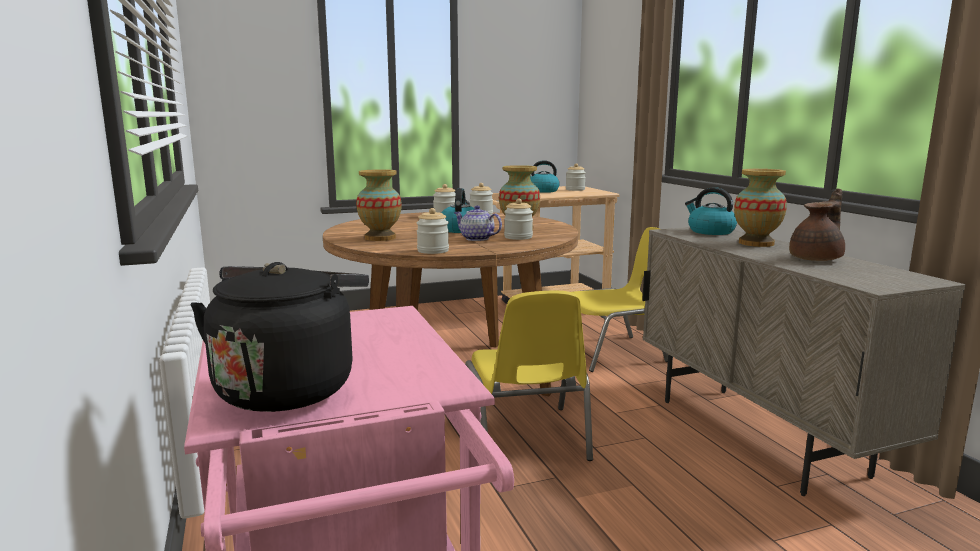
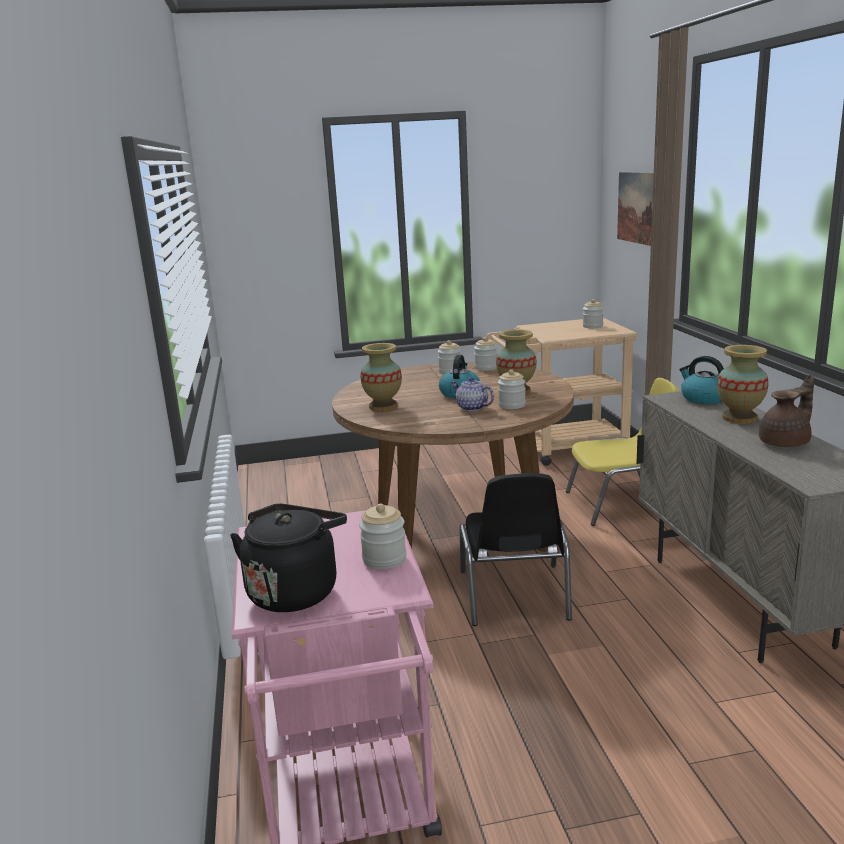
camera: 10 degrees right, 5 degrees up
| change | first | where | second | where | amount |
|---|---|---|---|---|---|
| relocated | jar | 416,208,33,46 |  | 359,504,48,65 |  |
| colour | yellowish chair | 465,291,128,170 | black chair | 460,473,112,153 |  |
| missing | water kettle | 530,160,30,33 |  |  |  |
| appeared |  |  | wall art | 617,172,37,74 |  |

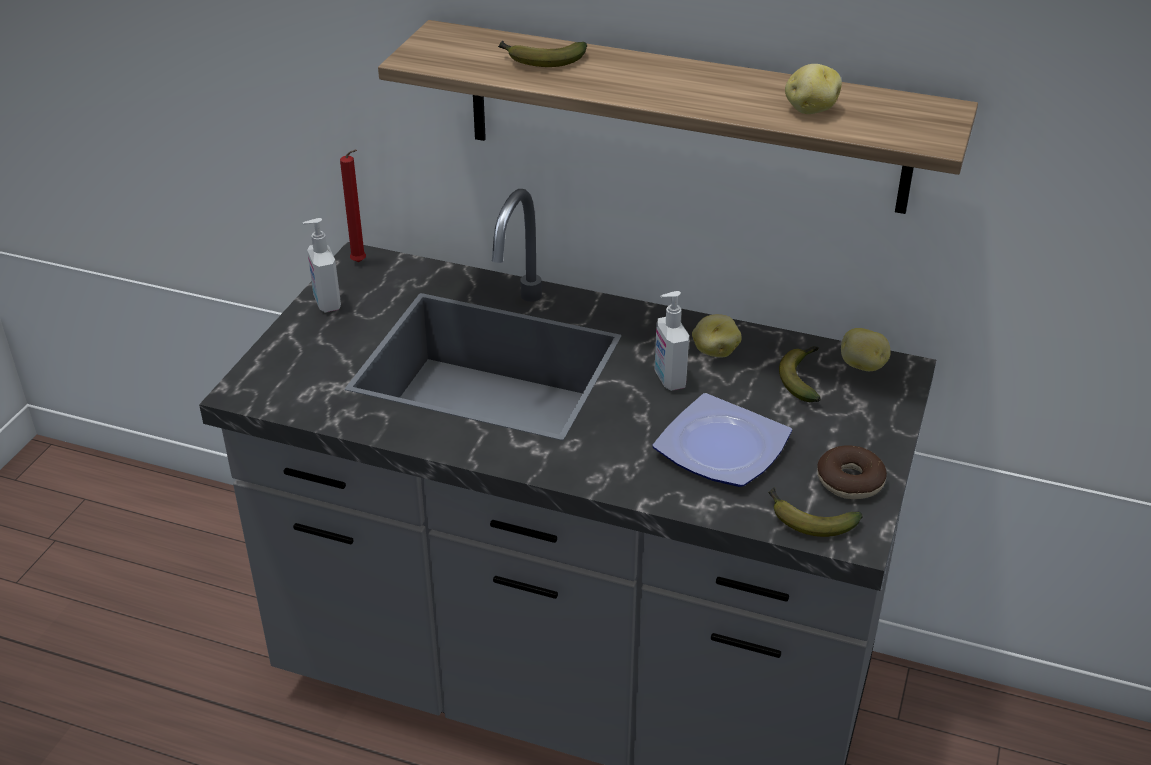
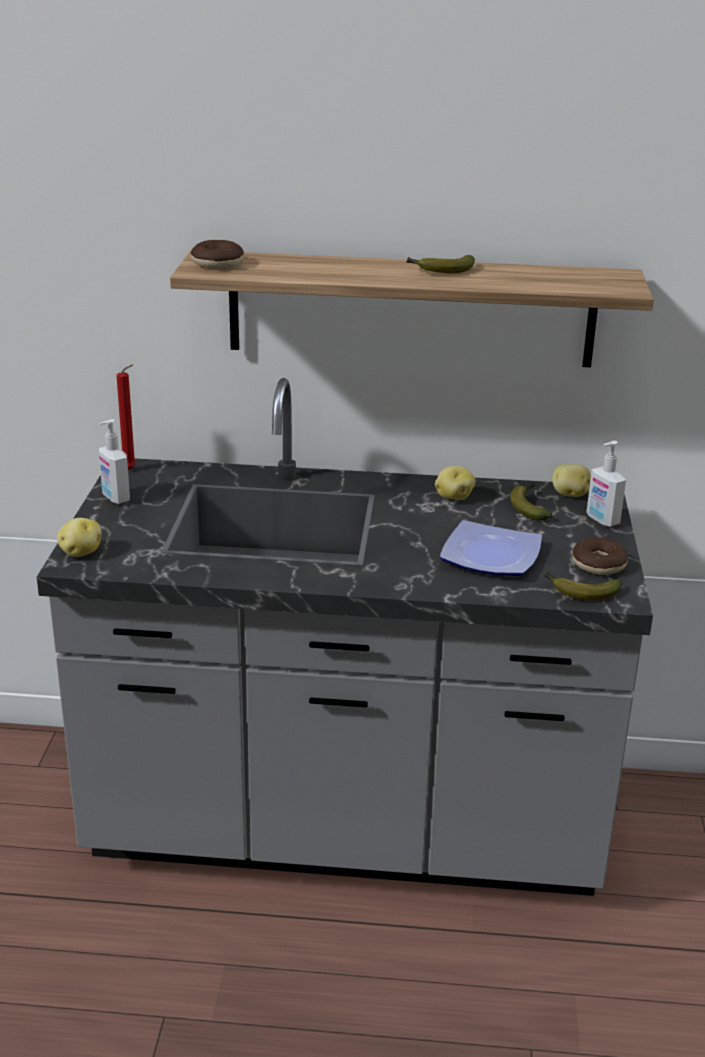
camera: 15 degrees left, 10 degrees down
| change | first | where | second | where | amount |
|---|---|---|---|---|---|
| relocated | whole banana | 498,41,89,26 |  | 406,255,69,18 |  |
| relocated | soap dispenser | 655,291,34,100 |  | 587,441,39,86 |  |
| relocated | spud | 785,64,57,50 |  | 57,518,45,39 |  |
| appeared |  |  | ring doughnut | 191,240,53,29 |  |

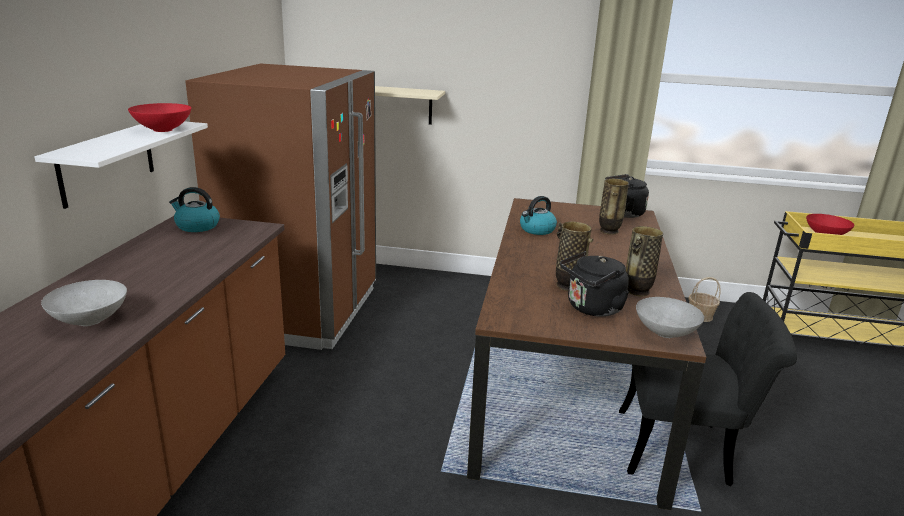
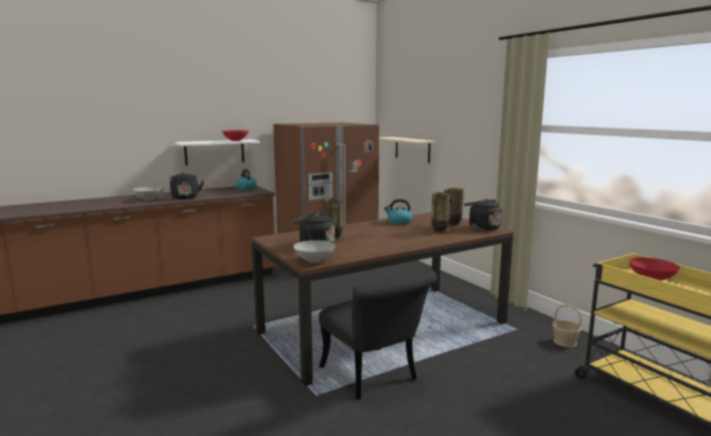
camera: 50 degrees right, 10 degrees down
| change | first | where | second | where | amount |
|---|---|---|---|---|---|
| relocated | vase | 626,226,37,71 |  | 444,188,21,38 |  |
| appeared |  |  | black water kettle | 170,172,34,27 |  |

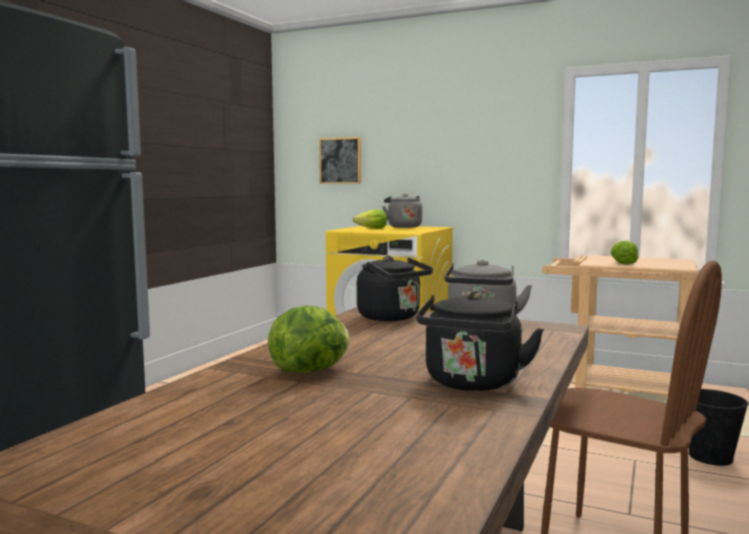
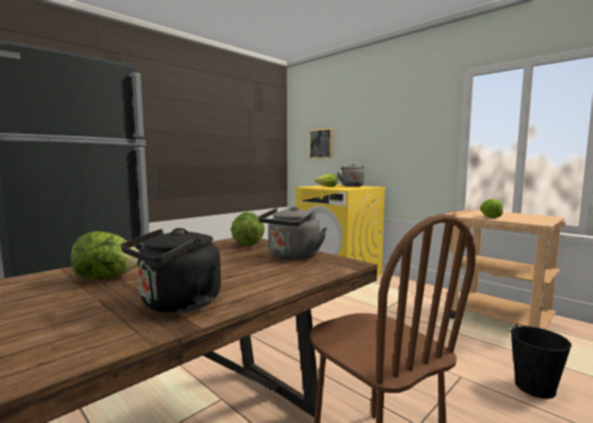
camera: 20 degrees right, 0 degrees up
| change | first | where | second | where | amount |
|---|---|---|---|---|---|
| exchanged | black water kettle | 357,256,76,65 | head of lettuce | 231,212,34,34 |  |

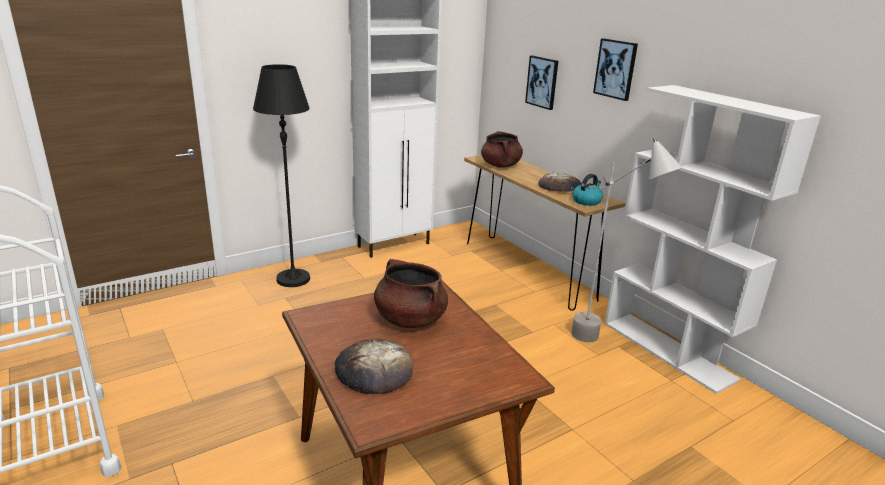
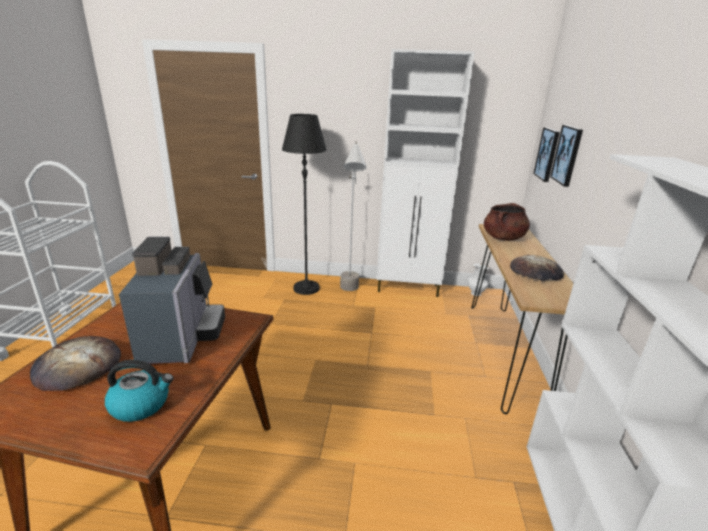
camera: 40 degrees right, 0 degrees up
| change | first | where | second | where | amount |
|---|---|---|---|---|---|
| exchanged | brown-coloured stockpot | 374,259,74,69 | coffee machine | 119,237,106,127 |  |
| relocated | grey standard lamp | 571,137,112,205 |  | 340,141,27,150 |  |
| relocated | water kettle | 572,174,31,32 |  | 105,360,69,62 |  |
| relocated | wall art | 593,38,45,63 |  | 533,127,27,55 |  |
| appeared |  |  | white-coloured vase | 468,263,21,33 |  |

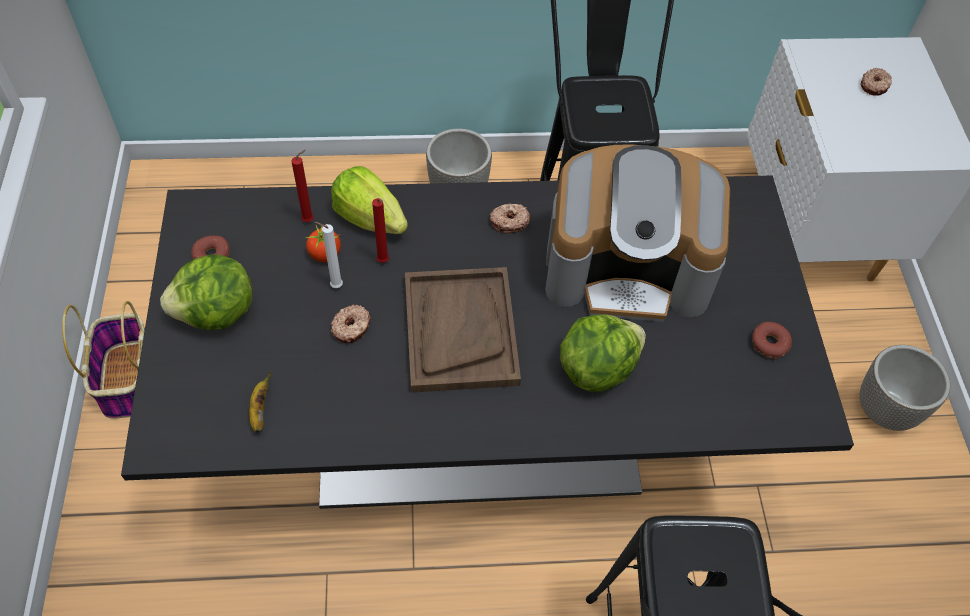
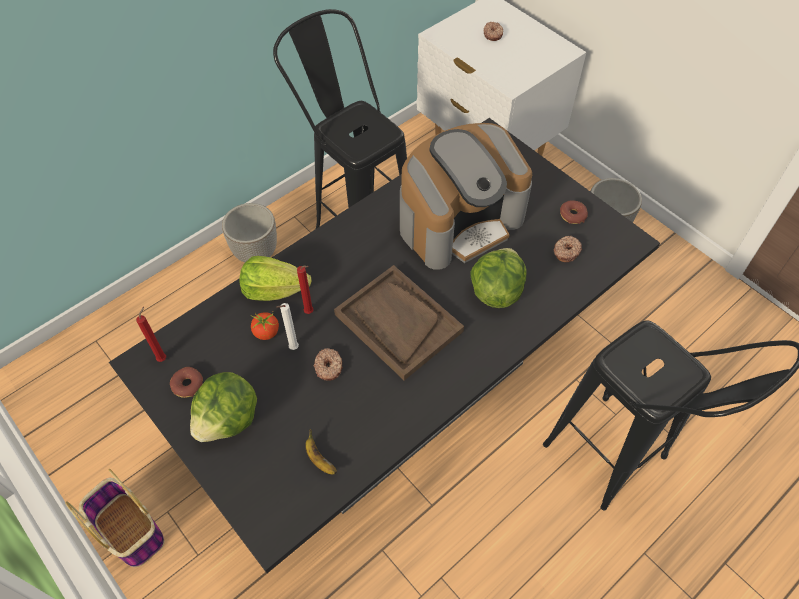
camera: 35 degrees left, 0 degrees up
| change | first | where | second | where | amount |
|---|---|---|---|---|---|
| relocated | red candle | 292,149,22,73 |  | 136,307,30,55 |  |
| relocated | ring doughnut | 490,203,40,30 |  | 553,236,29,26 |  |

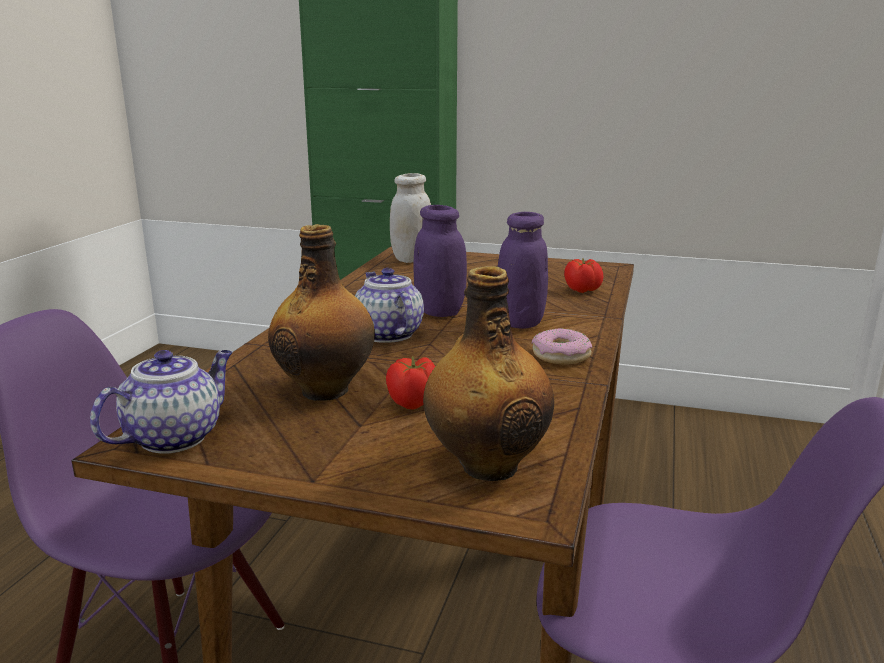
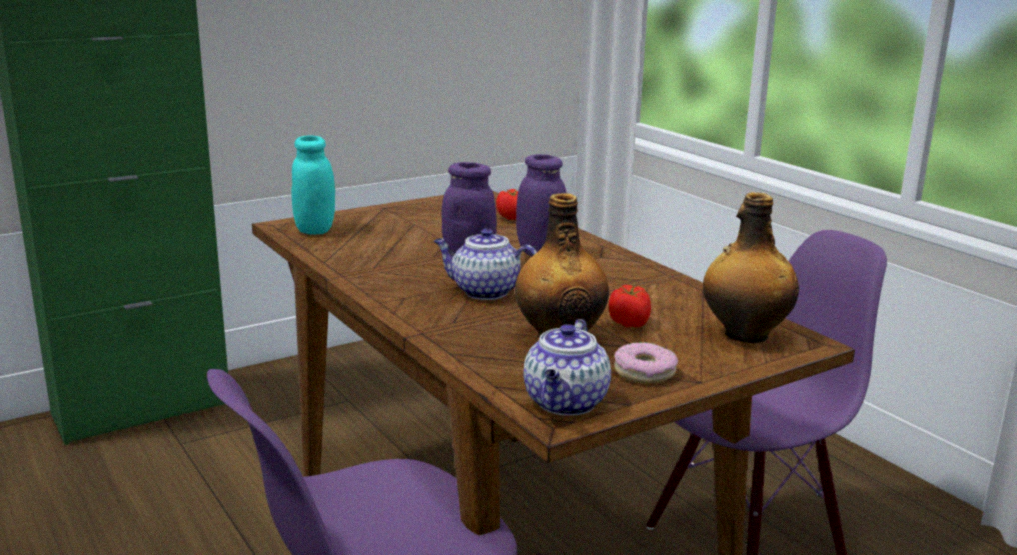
camera: 50 degrees left, 0 degrees up
| change | first | where | second | where | amount |
|---|---|---|---|---|---|
| spun | pot for tea | 90,350,143,104 |  | 524,319,87,97 | 150 degrees counterclockwise |
| colour | white-coloured jar | 390,173,41,90 | blue-green jar | 291,135,44,99 |  |
| relocated | ring doughnut | 532,328,60,37 |  | 614,342,64,42 |  |

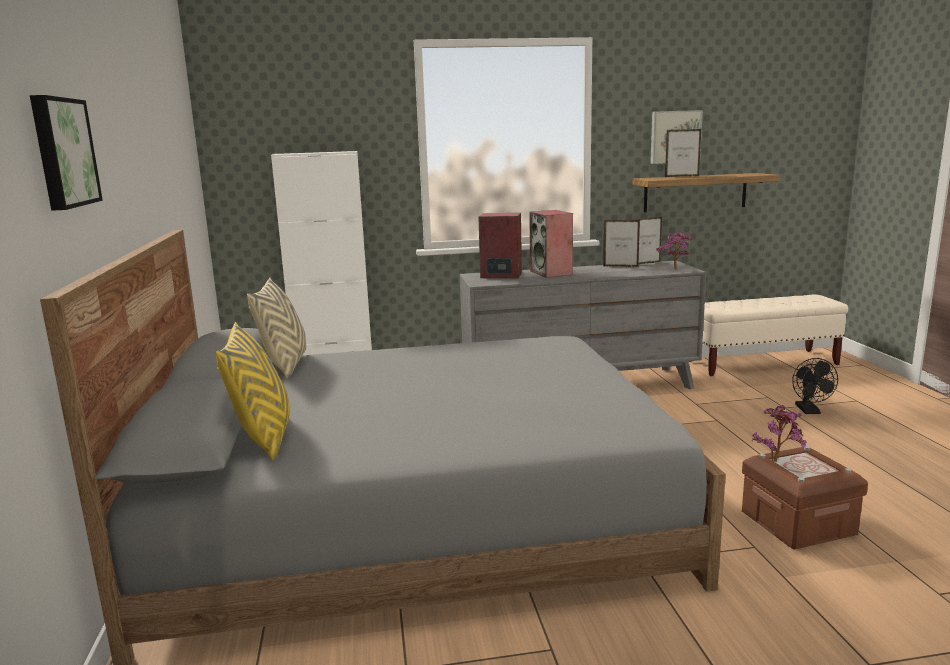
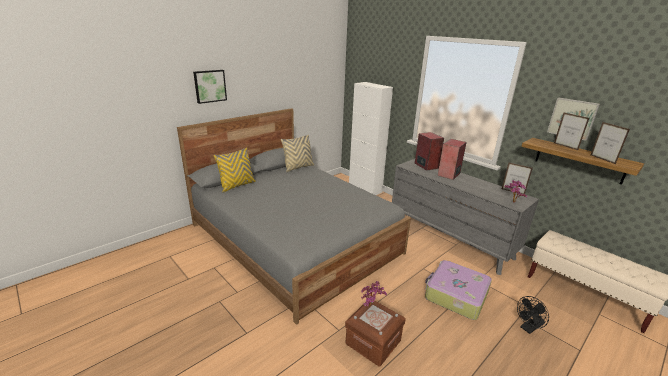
camera: 55 degrees right, 10 degrees up
| change | first | where | second | where | amount |
|---|---|---|---|---|---|
| relocated | photo frame | 603,220,37,47 |  | 591,122,39,42 |  |
| appeared |  |  | travel case | 425,260,67,60 |  |

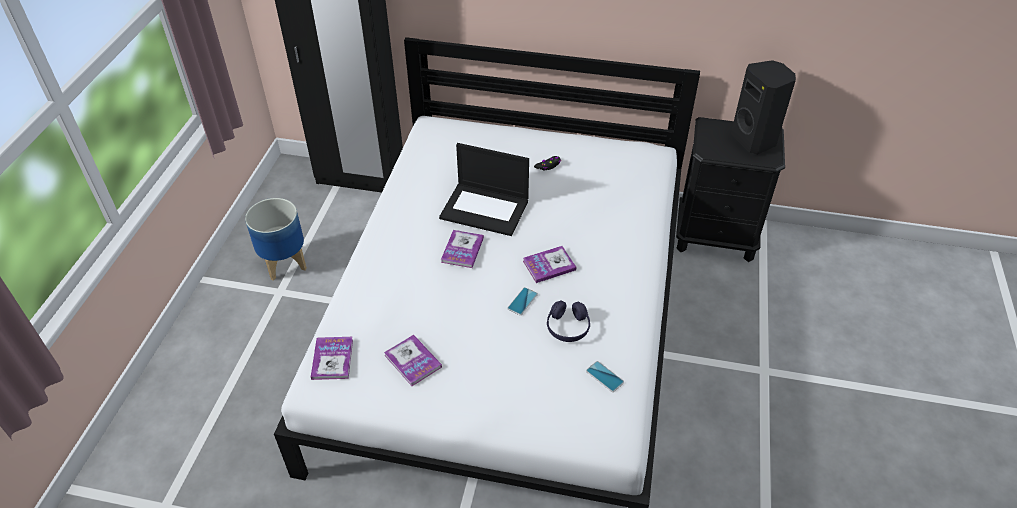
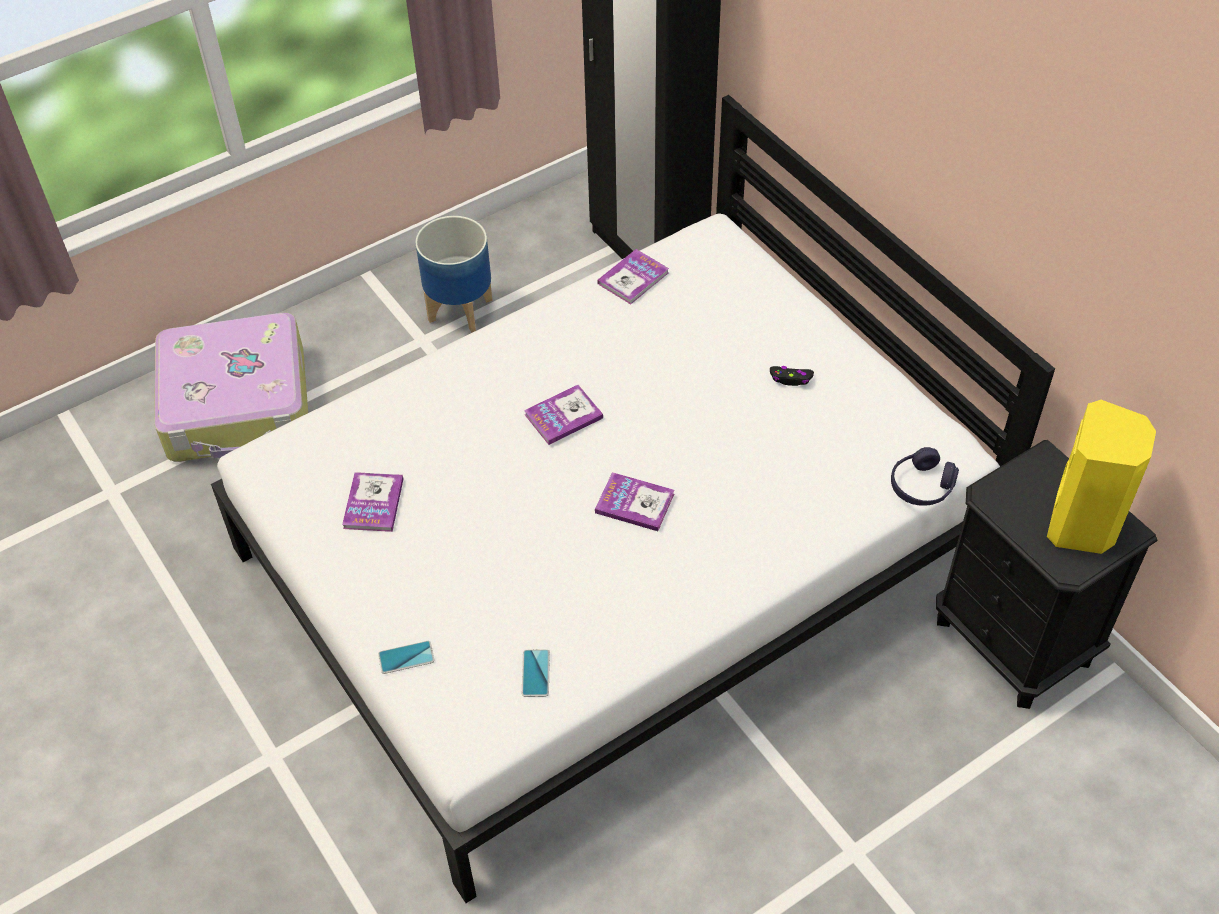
camera: 45 degrees right, 5 degrees up
| change | first | where | second | where | amount |
|---|---|---|---|---|---|
| relocated | volume | 311,337,42,43 |  | 597,249,72,55 |  |
| missing | laptop | 439,143,90,93 |  |  |  |
| relocated | telephone | 507,287,31,28 |  | 378,641,56,33 |  |
| relocated | purplish pair of headphones | 547,301,43,41 |  | 891,447,68,59 |  |
| colour | black loudspeaker | 731,60,65,94 | yellowish loudspeaker | 1047,400,109,154 |  |
| appeared |  |  | travel case | 155,313,153,149 |  |

